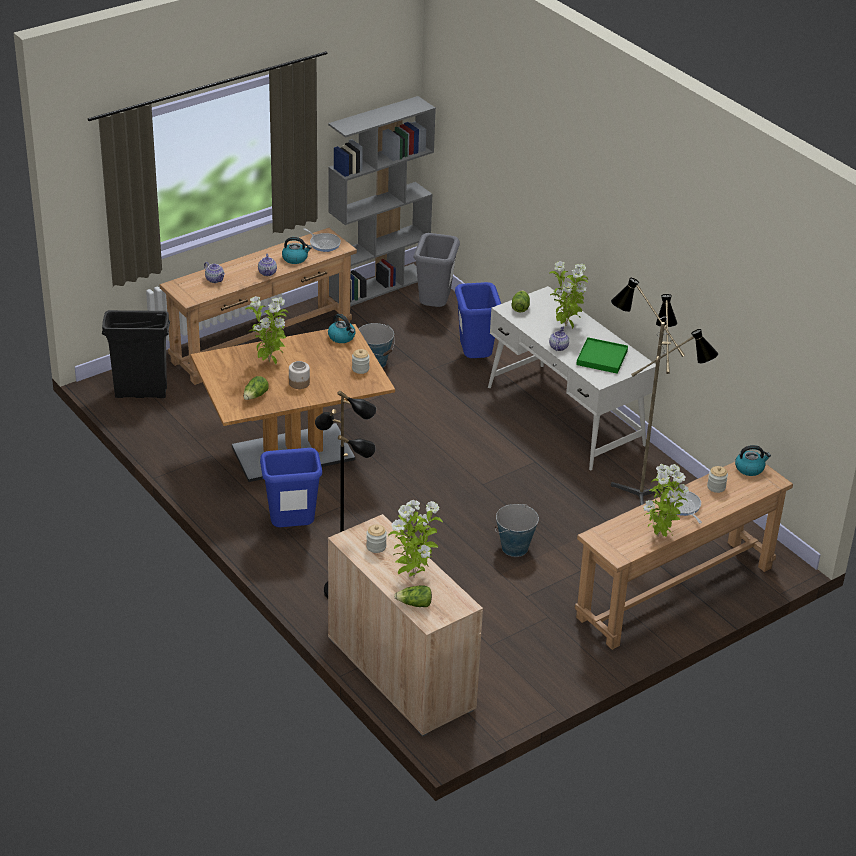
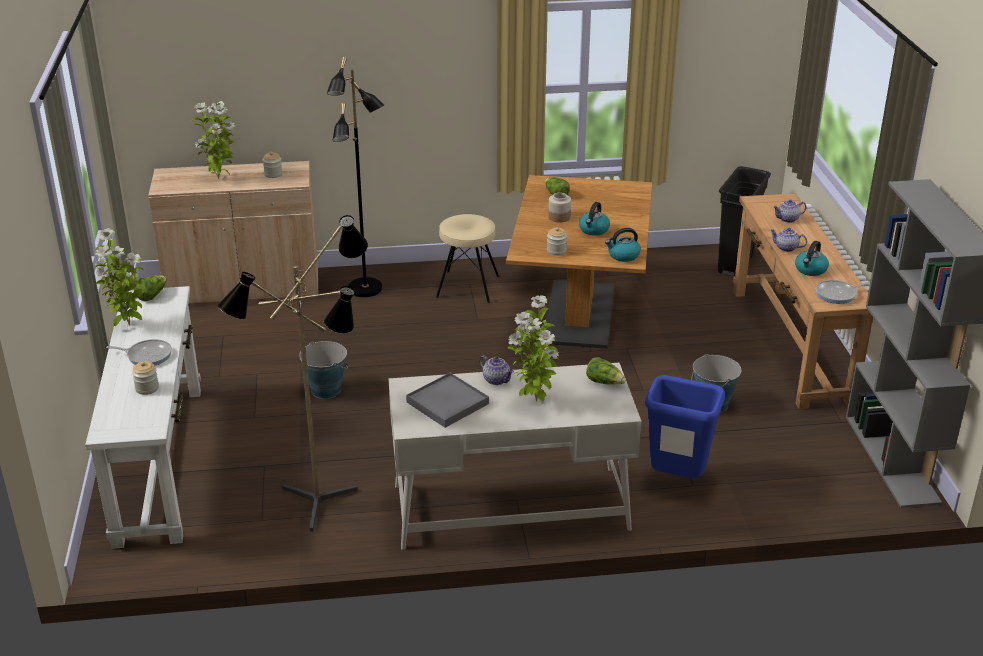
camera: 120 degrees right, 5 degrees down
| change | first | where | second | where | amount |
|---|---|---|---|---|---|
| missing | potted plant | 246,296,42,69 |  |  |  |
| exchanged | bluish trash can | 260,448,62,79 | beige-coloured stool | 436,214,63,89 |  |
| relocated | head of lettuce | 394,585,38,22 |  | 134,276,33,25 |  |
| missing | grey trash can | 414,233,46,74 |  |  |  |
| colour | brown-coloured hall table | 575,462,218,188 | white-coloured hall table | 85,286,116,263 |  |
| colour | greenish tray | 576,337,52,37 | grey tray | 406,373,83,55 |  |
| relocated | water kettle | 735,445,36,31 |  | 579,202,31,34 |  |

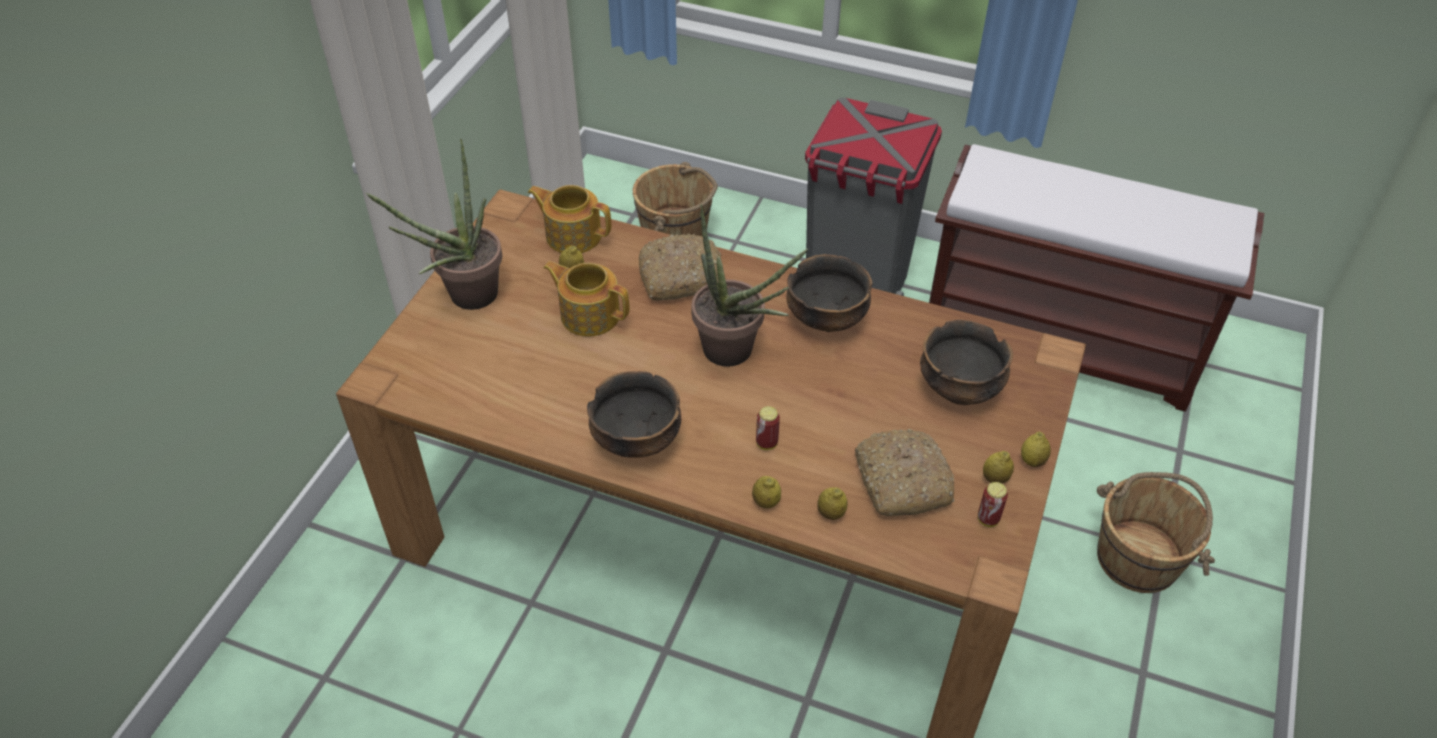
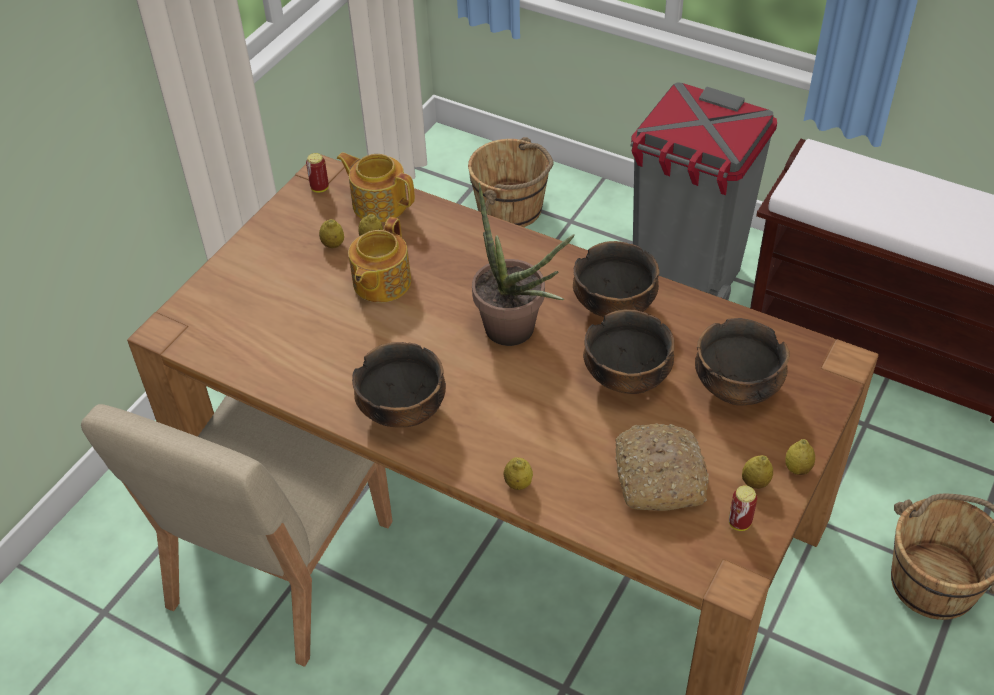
camera: 10 degrees right, 0 degrees up
| change | first | where | second | where | amount |
|---|---|---|---|---|---|
| missing | potted plant | 366,139,136,171 |  |  |  |
| spun | pot for tea | 543,261,86,75 |  | 348,217,63,86 | 105 degrees counterclockwise |
| missing | bakery bread | 639,234,84,67 |  |  |  |
| relocated | sealed can | 756,406,24,44 |  | 306,153,23,40 |  |
| relocated | citrus fruit | 817,487,31,33 |  | 319,219,25,29 |  |
| appeared |  |  | beige-coloured chair | 81,395,312,272 |  |
| appeared |  |  | deep dish | 583,309,91,85 |  |

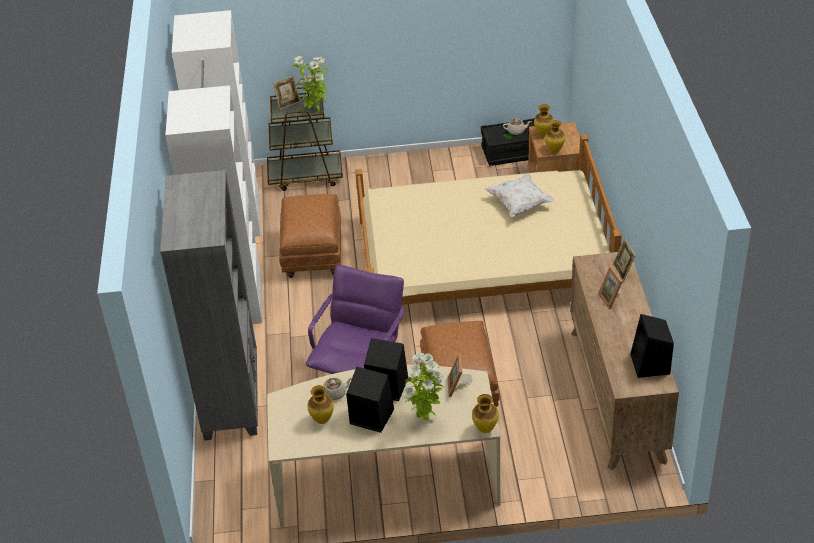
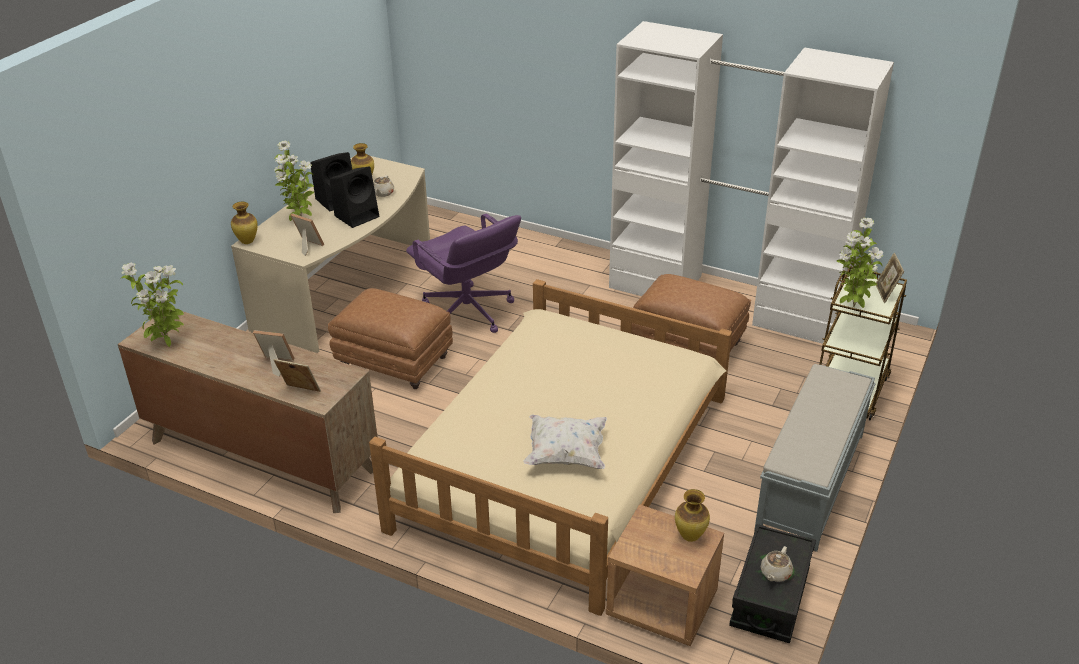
camera: 120 degrees right, 5 degrees down
| change | first | where | second | where | amount |
|---|---|---|---|---|---|
| missing | grey shelving unit | 160,170,98,271 |  |  |  |
| missing | vase | 545,120,20,33 |  |  |  |
| exchanged | black loudspeaker | 630,314,44,64 | potted plant | 121,263,63,84 |  |
| appeared |  |  | grey bench | 754,364,122,188 |  |

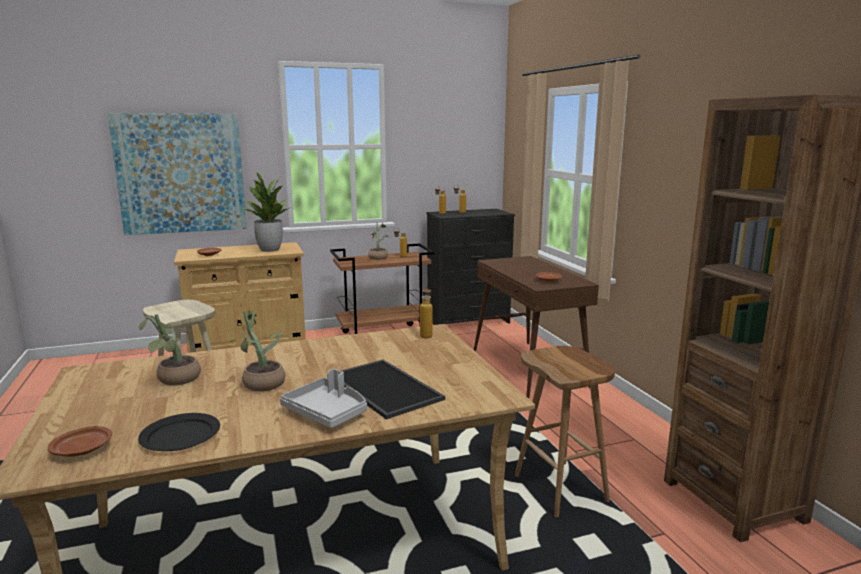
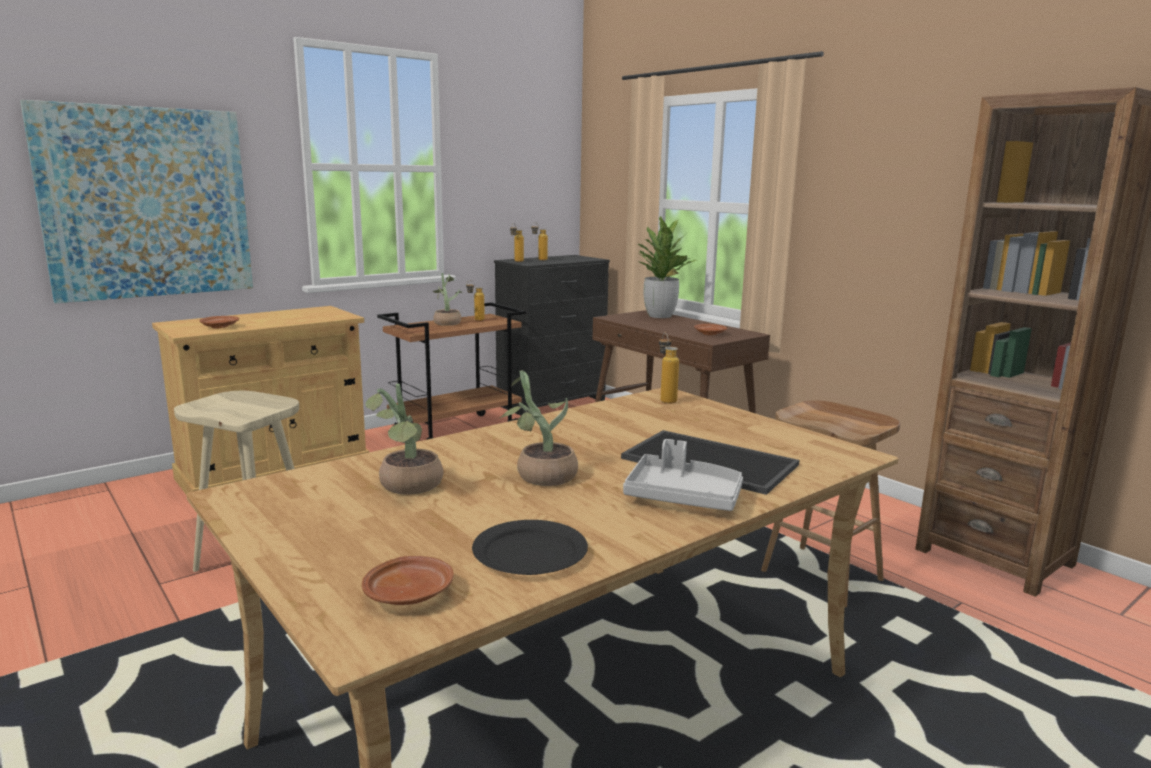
camera: 20 degrees left, 0 degrees up
| change | first | where | second | where | amount |
|---|---|---|---|---|---|
| relocated | potted plant | 239,173,52,79 |  | 637,216,59,102 |  |

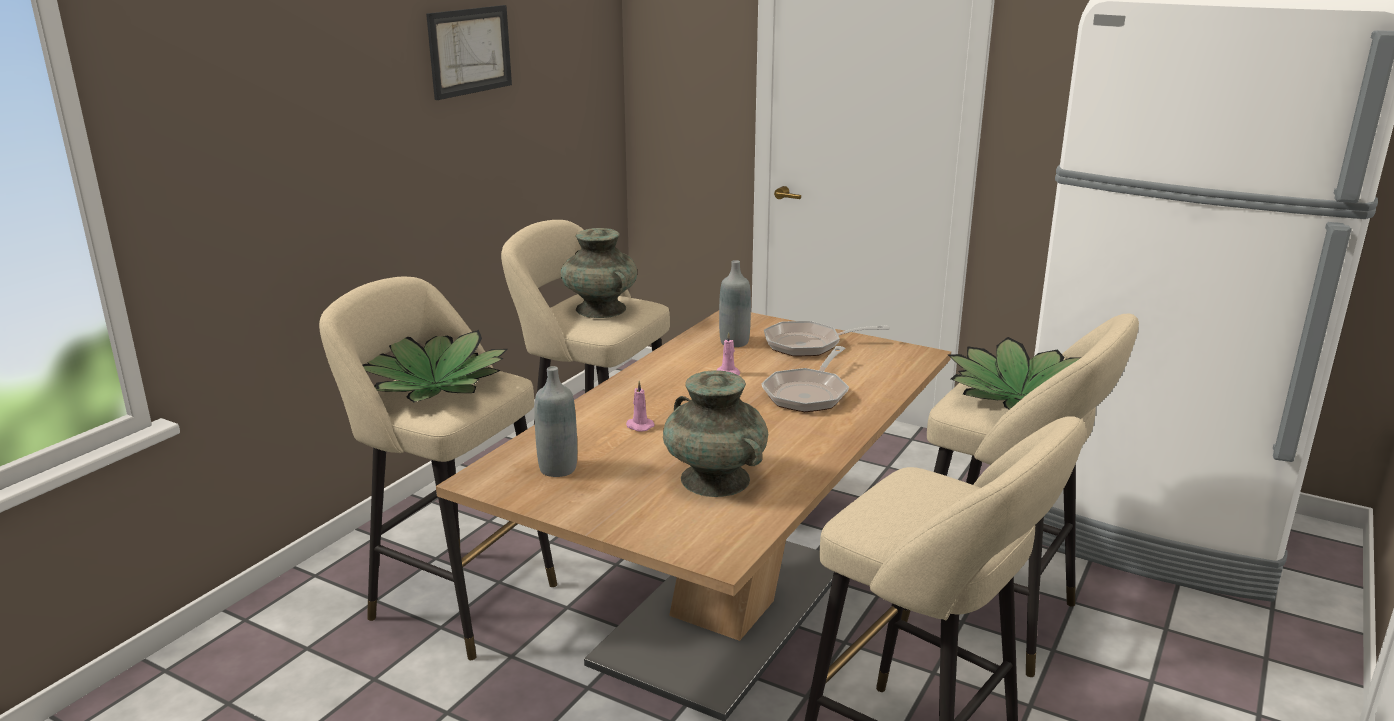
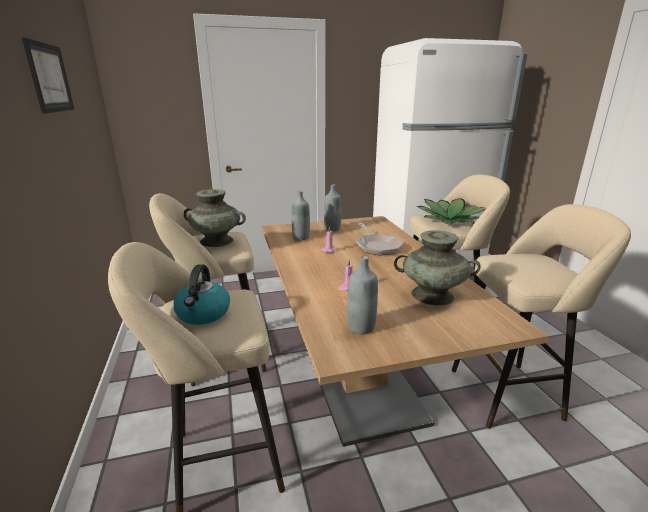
camera: 45 degrees left, 0 degrees up
| change | first | where | second | where | amount |
|---|---|---|---|---|---|
| exchanged | potted plant | 363,330,145,72 | water kettle | 173,264,57,61 |  |
| exchanged | frying pan | 764,321,126,35 | grey beverage bottle | 324,184,17,47 |  |

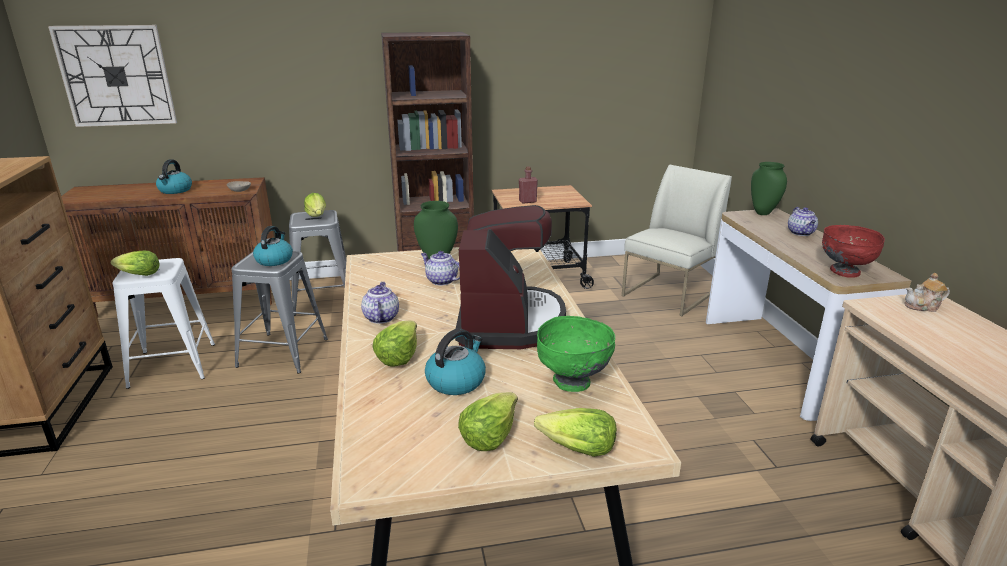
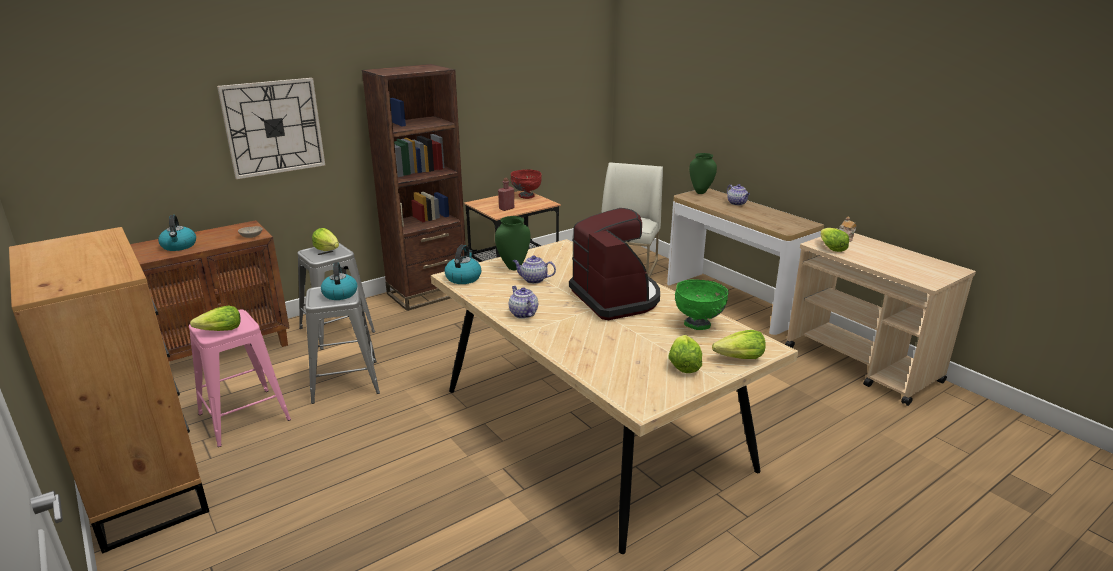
camera: 25 degrees left, 0 degrees up
| change | first | where | second | where | amount |
|---|---|---|---|---|---|
| relocated | wall clock | 48,25,129,102 |  | 217,78,108,101 |  |
| colour | white-coloured stool | 113,258,102,131 | pink stool | 189,309,102,138 |  |
| relocated | head of lettuce | 372,320,45,47 |  | 821,228,28,24 |  |
| relocated | water kettle | 425,328,61,67 |  | 445,245,36,39 |  |
| relocated | red deep dish | 822,225,63,53 |  | 511,169,31,30 |  |

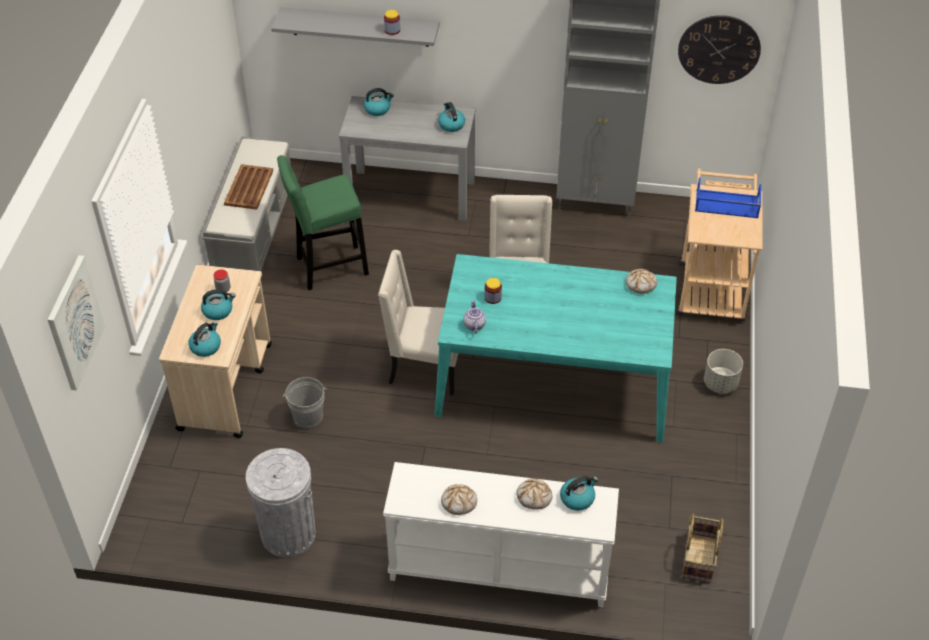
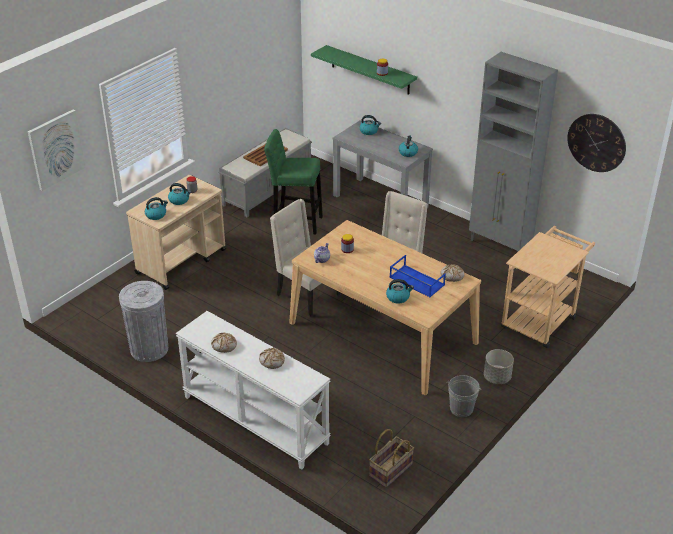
camera: 30 degrees right, 10 degrees down
| change | first | where | second | where | amount |
|---|---|---|---|---|---|
| colour | grey shelf | 271,7,169,40 | greenish shelf | 311,45,106,50 |  |
| relocated | grey bucket | 283,377,44,52 |  | 446,375,34,42 |  |
| colour | blue-green dinner table | 435,254,242,189 | beige-coloured dinner table | 289,220,192,175 |  |
| relocated | water kettle | 560,476,38,35 |  | 386,279,28,25 |  |
| relocated | bluish tray | 695,177,66,41 |  | 389,255,57,42 |  |

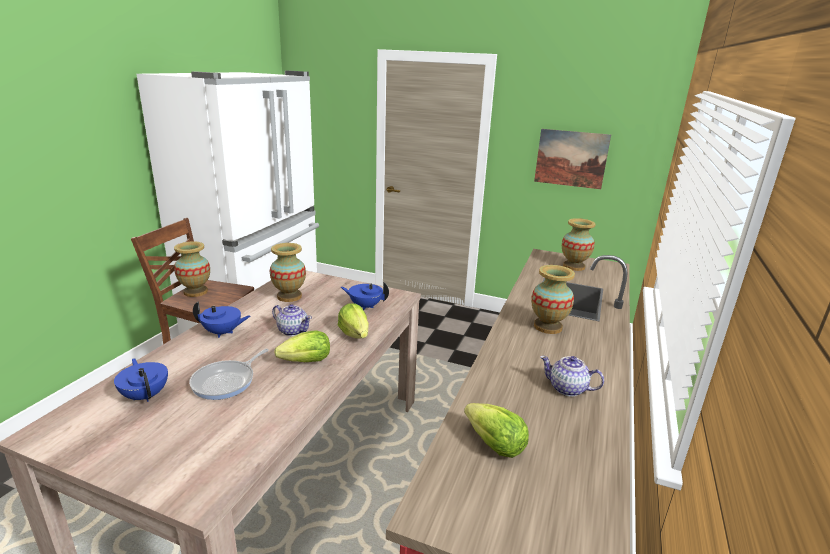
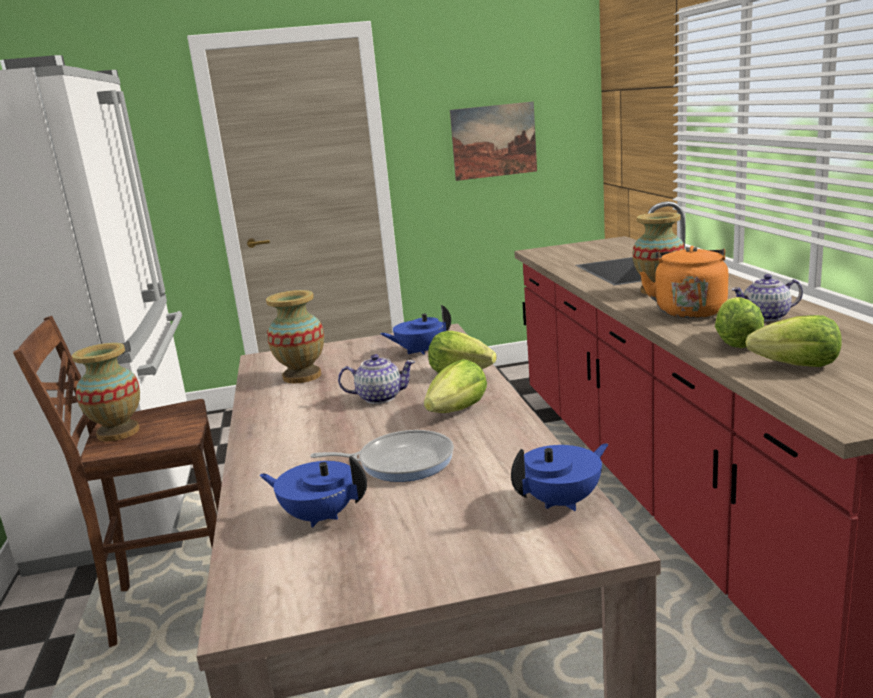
camera: 30 degrees left, 5 degrees down
| change | first | where | second | where | amount |
|---|---|---|---|---|---|
| spun | frying pan | 189,349,80,51 |  | 310,430,144,52 | 90 degrees counterclockwise |
| relocated | bluish pot for tea | 193,301,58,37 |  | 511,443,97,68 |  |
| missing | vase | 562,218,34,53 |  |  |  |
| appeared |  |  | orange water kettle | 640,246,88,72 |  |
| appeared |  |  | head of lettuce | 715,297,49,51 |  |

